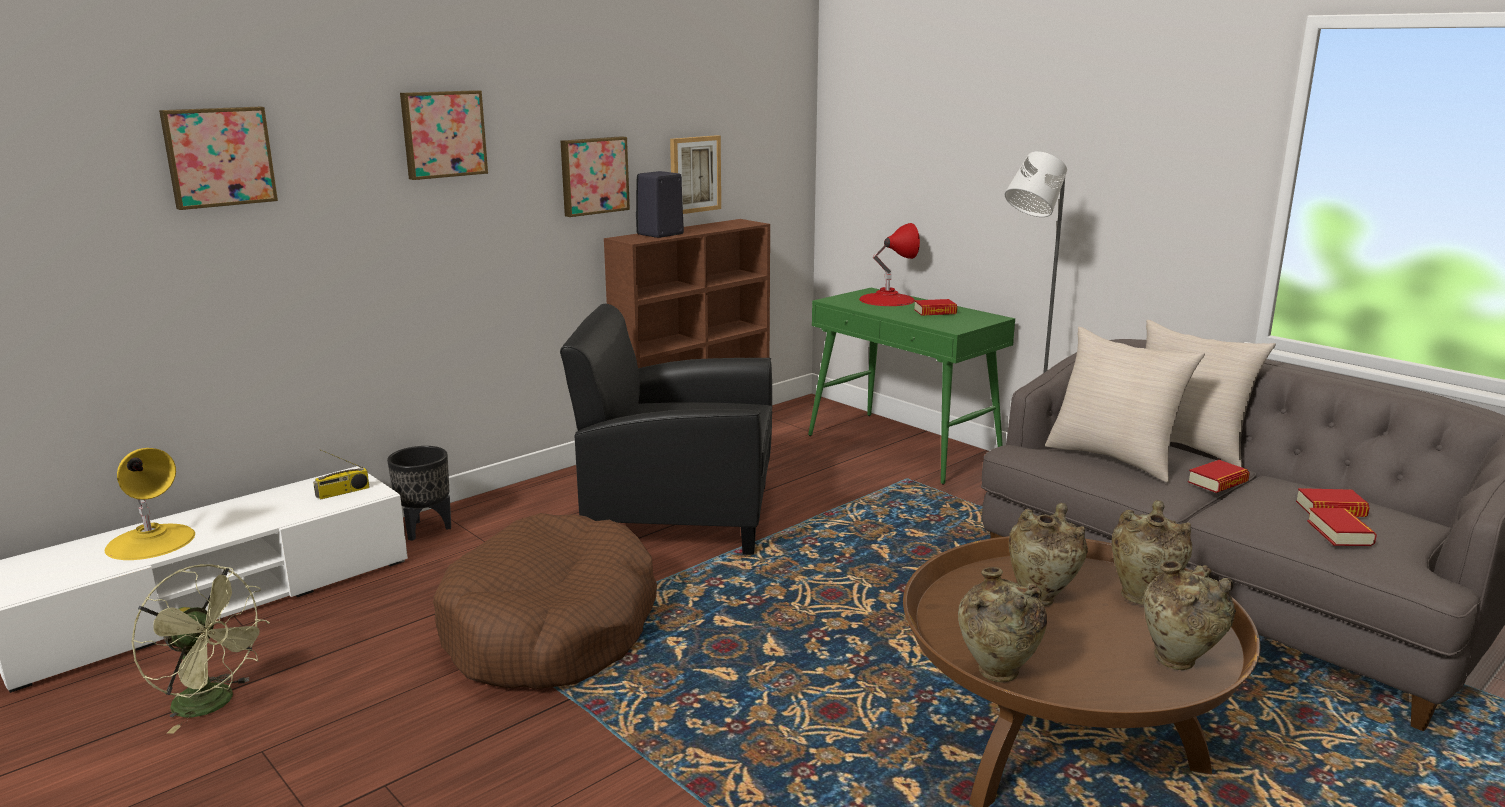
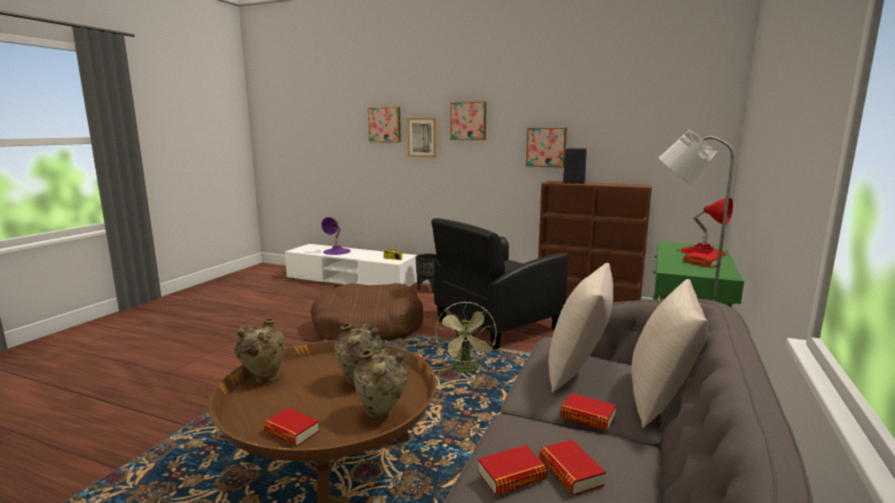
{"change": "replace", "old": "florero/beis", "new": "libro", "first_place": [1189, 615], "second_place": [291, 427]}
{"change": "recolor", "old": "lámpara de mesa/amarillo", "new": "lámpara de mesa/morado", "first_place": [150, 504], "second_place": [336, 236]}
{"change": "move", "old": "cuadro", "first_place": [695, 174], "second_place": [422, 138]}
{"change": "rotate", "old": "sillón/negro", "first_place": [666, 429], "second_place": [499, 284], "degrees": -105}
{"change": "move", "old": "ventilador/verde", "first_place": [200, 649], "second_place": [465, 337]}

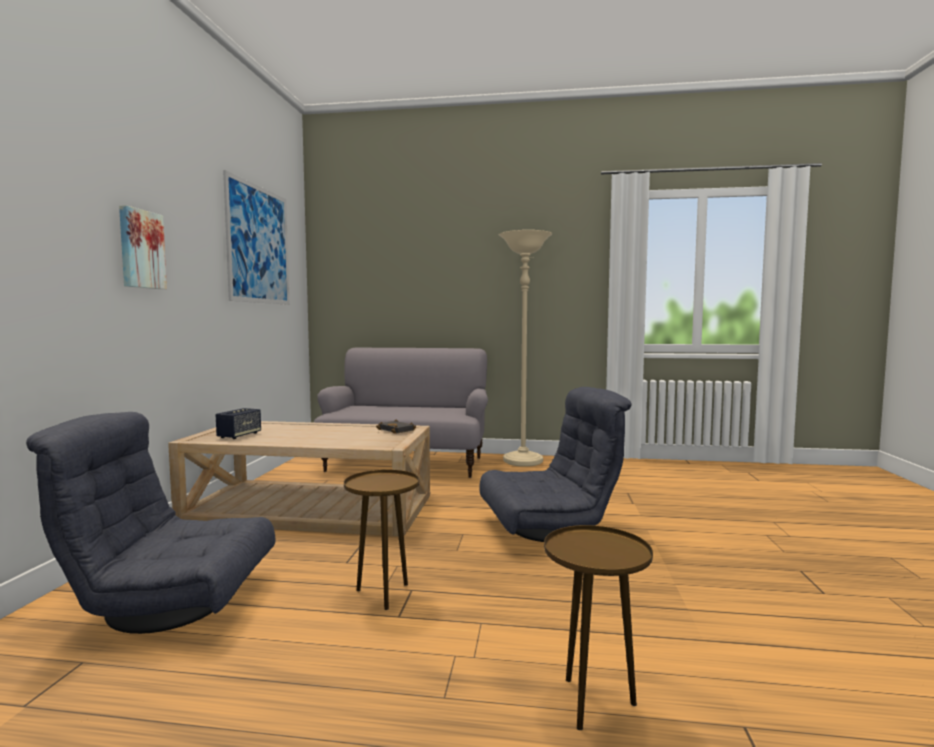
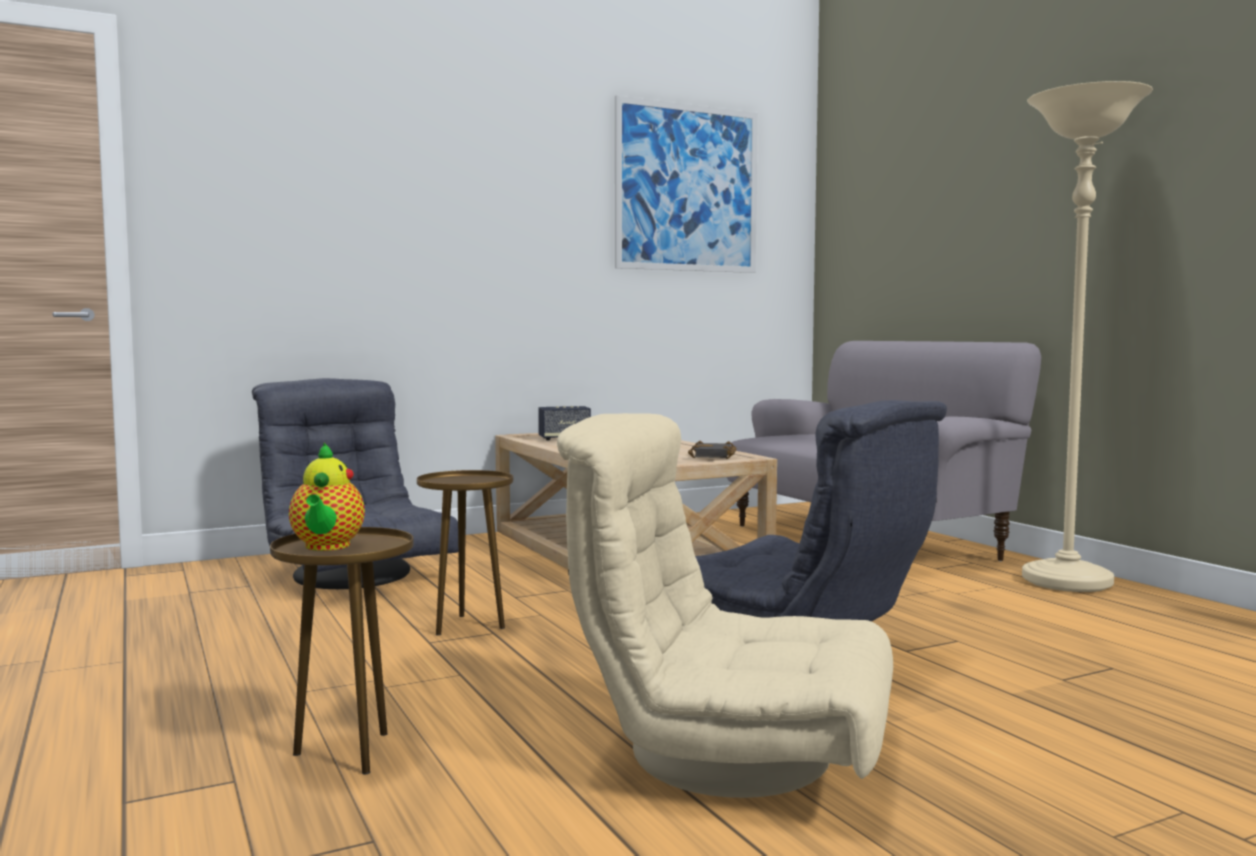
{"change": "insert", "new": "tetera", "second_place": [327, 497]}
{"change": "insert", "new": "sillón/beis", "second_place": [725, 605]}
{"change": "delete", "old": "cuadro", "first_place": [143, 247]}

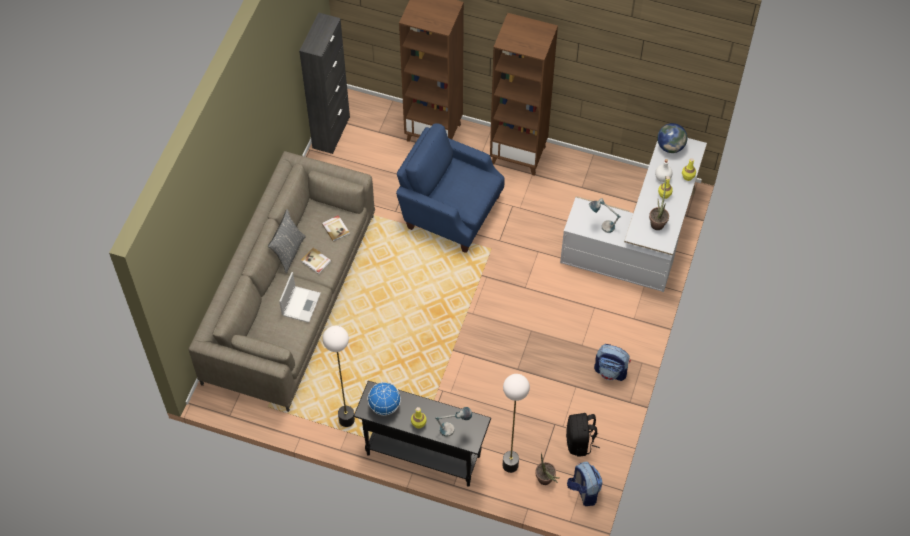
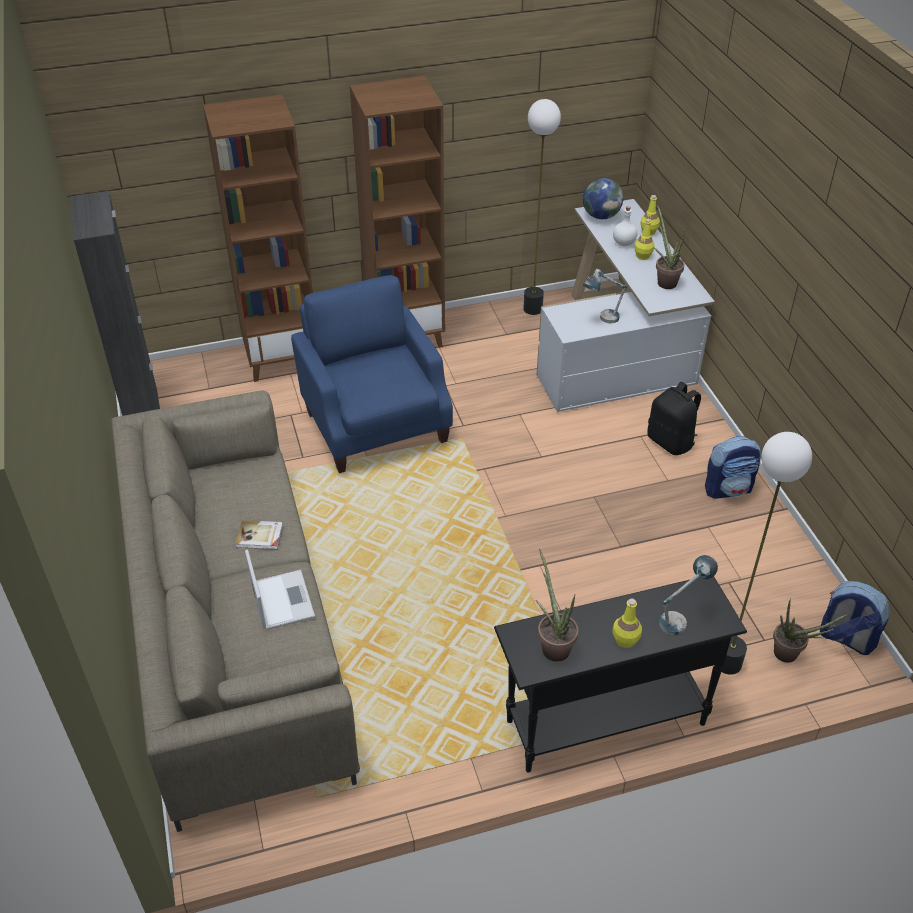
{"change": "rotate", "old": "sillón/azul", "first_place": [450, 188], "second_place": [372, 374], "degrees": 75}
{"change": "move", "old": "lámpara de pie", "first_place": [339, 376], "second_place": [542, 207]}
{"change": "replace", "old": "globo terráqueo", "new": "planta en maceta", "first_place": [384, 398], "second_place": [557, 605]}
{"change": "move", "old": "mochila/negro", "first_place": [583, 435], "second_place": [674, 418]}
{"change": "delete", "old": "cojín/gris", "first_place": [287, 241]}
{"change": "delete", "old": "libro", "first_place": [336, 228]}

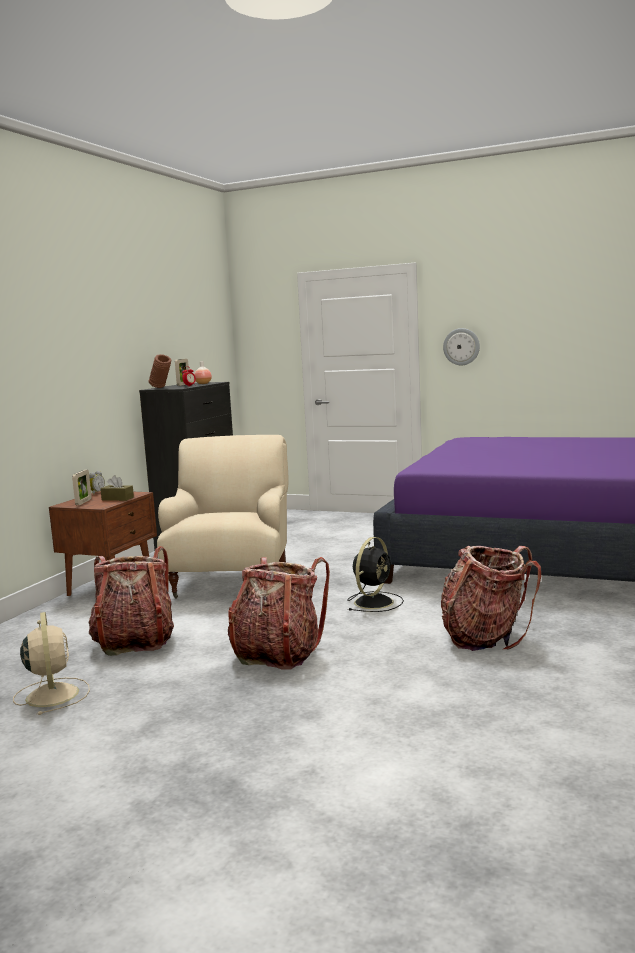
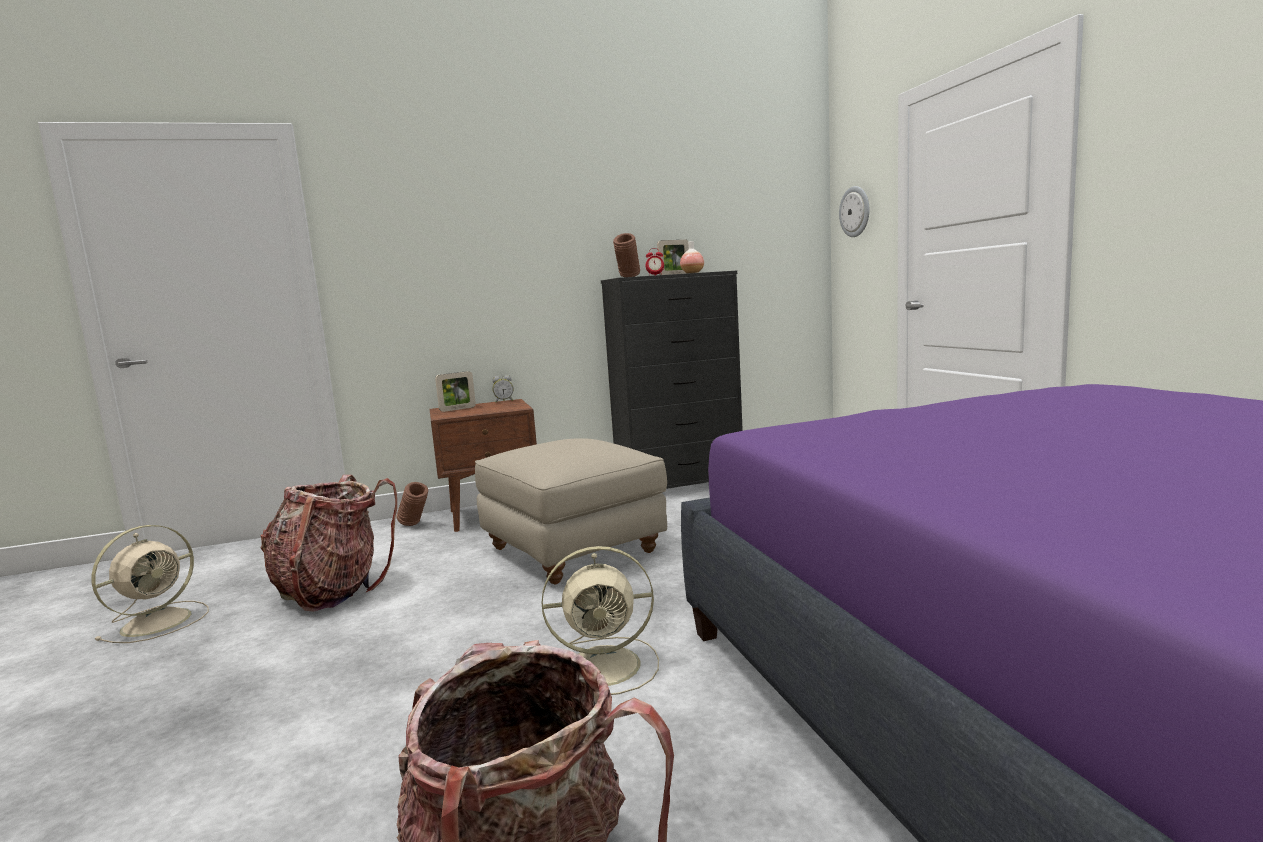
{"change": "insert", "new": "florero/marrón", "second_place": [412, 504]}
{"change": "replace", "old": "sillón/beis", "new": "puf/beis", "first_place": [223, 516], "second_place": [571, 511]}
{"change": "recolor", "old": "ventilador/negro", "new": "ventilador/beis", "first_place": [375, 574], "second_place": [600, 620]}
{"change": "move", "old": "reloj de pared", "first_place": [461, 346], "second_place": [854, 211]}
{"change": "delete", "old": "caja de pañuelos/marrón", "first_place": [117, 488]}
{"change": "delete", "old": "mochila", "first_place": [279, 613]}

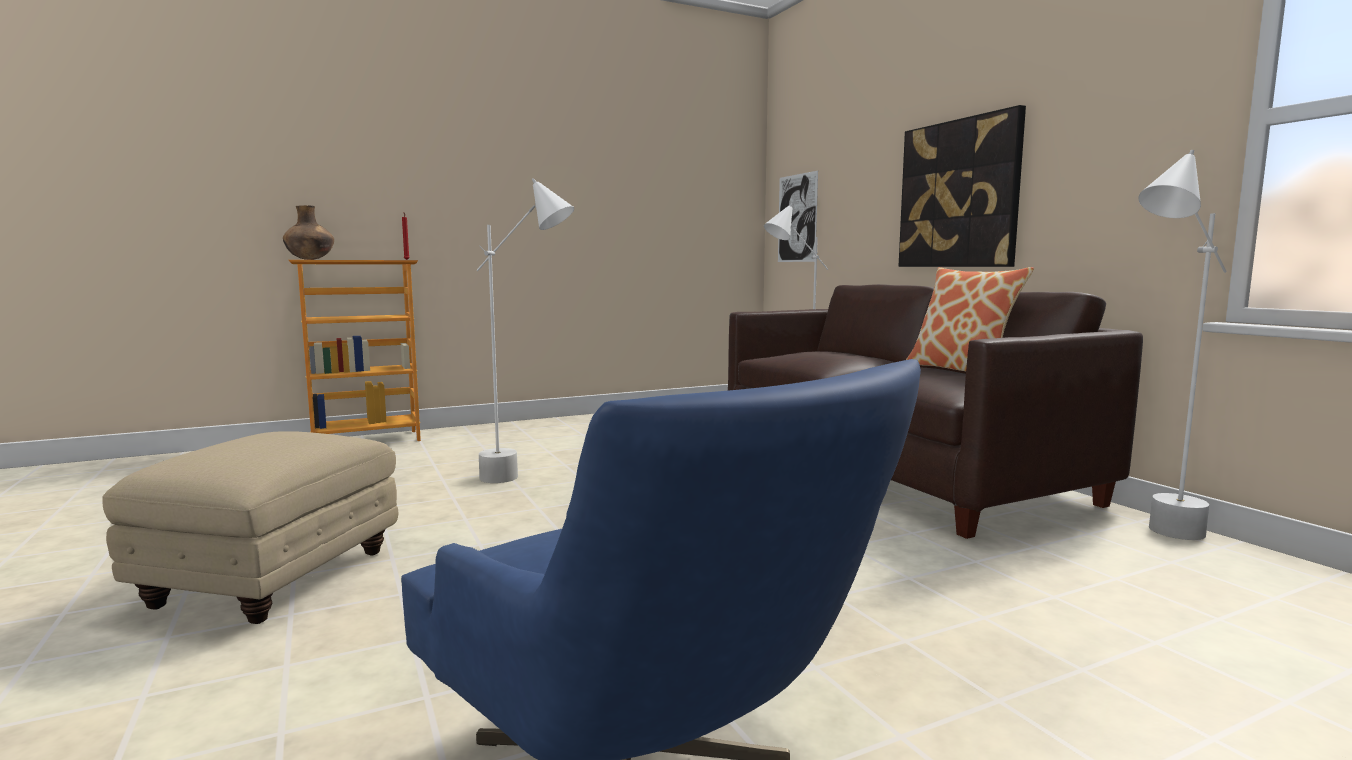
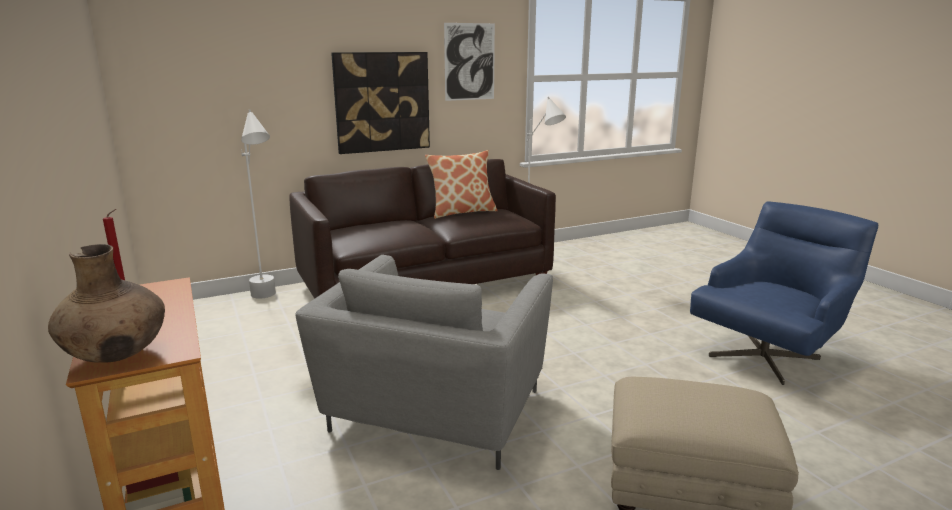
{"change": "replace", "old": "lámpara de pie/blanco", "new": "sillón/gris", "first_place": [525, 330], "second_place": [424, 362]}
{"change": "move", "old": "cuadro", "first_place": [798, 216], "second_place": [469, 62]}

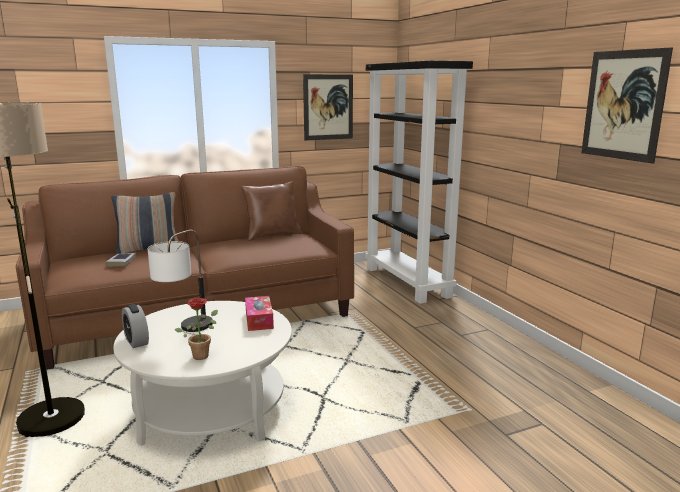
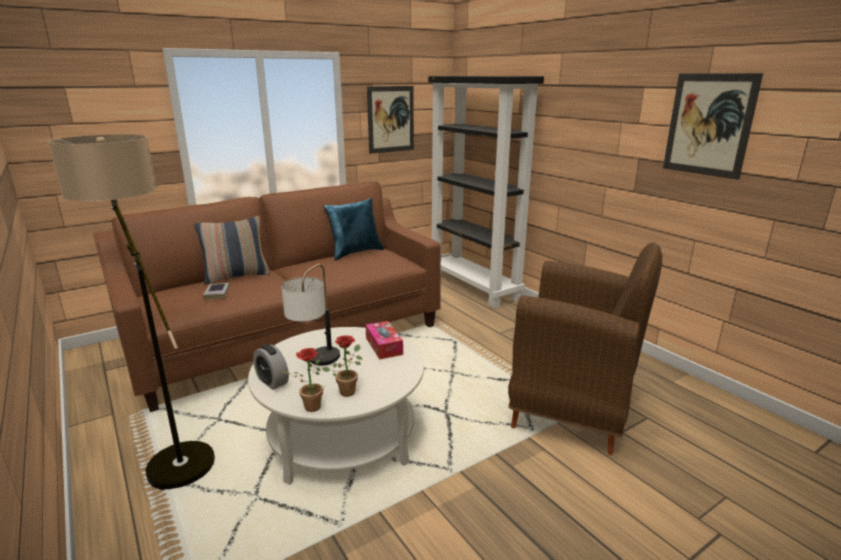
{"change": "insert", "new": "planta en maceta", "second_place": [304, 380]}
{"change": "recolor", "old": "cojín/marrón", "new": "cojín/azul", "first_place": [271, 211], "second_place": [354, 229]}
{"change": "insert", "new": "sillón/marrón", "second_place": [585, 348]}

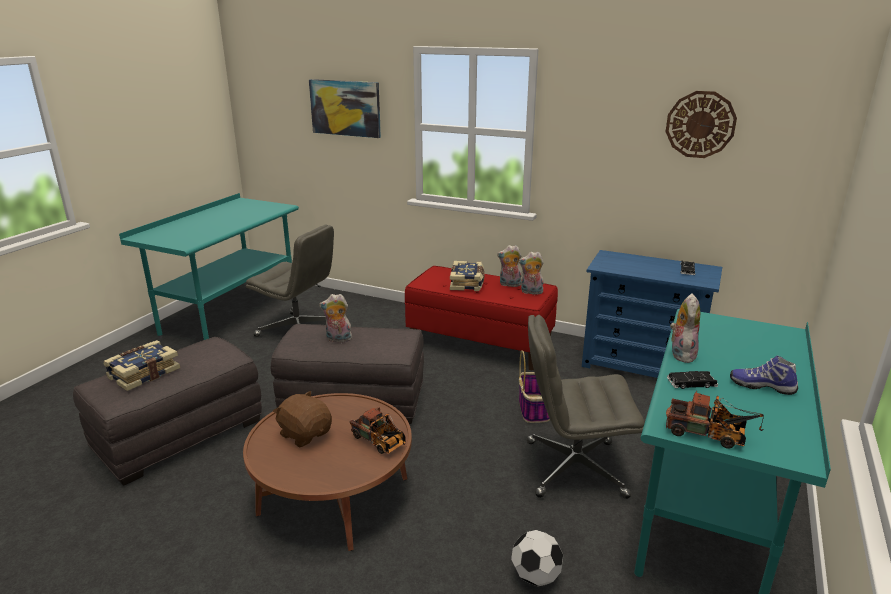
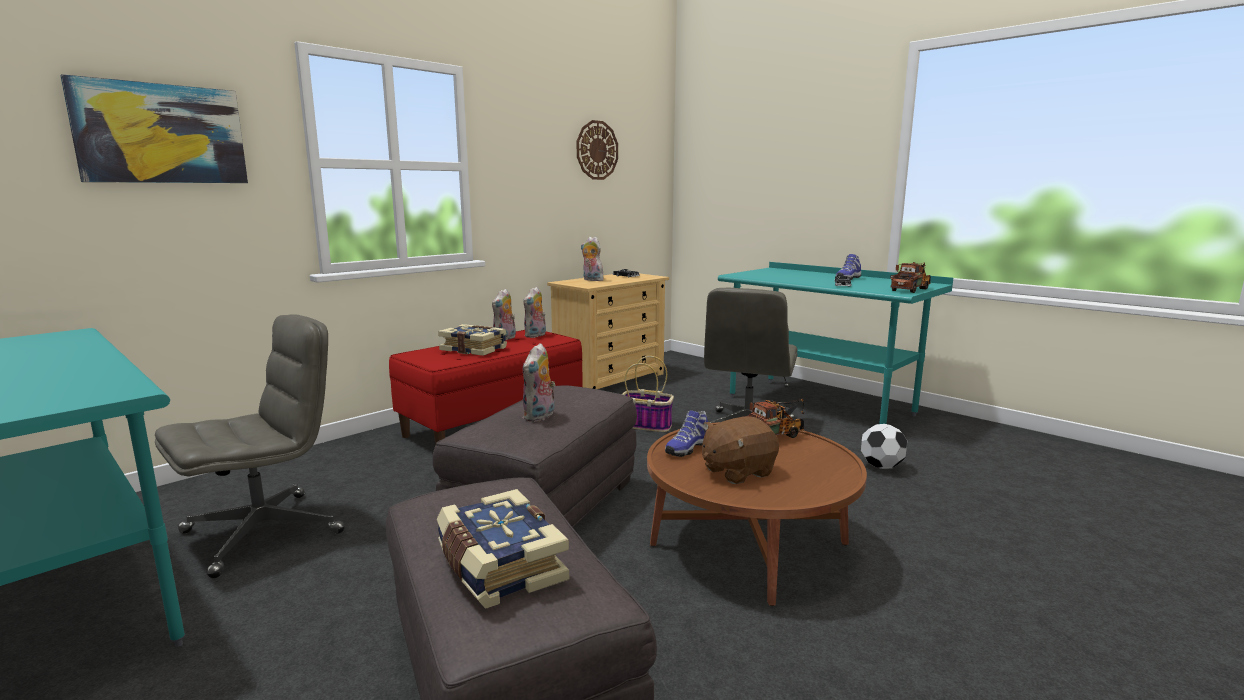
{"change": "recolor", "old": "cómoda/azul", "new": "cómoda/beis", "first_place": [652, 314], "second_place": [608, 331]}
{"change": "move", "old": "peluche", "first_place": [685, 328], "second_place": [592, 259]}
{"change": "insert", "new": "zapato", "second_place": [686, 433]}

